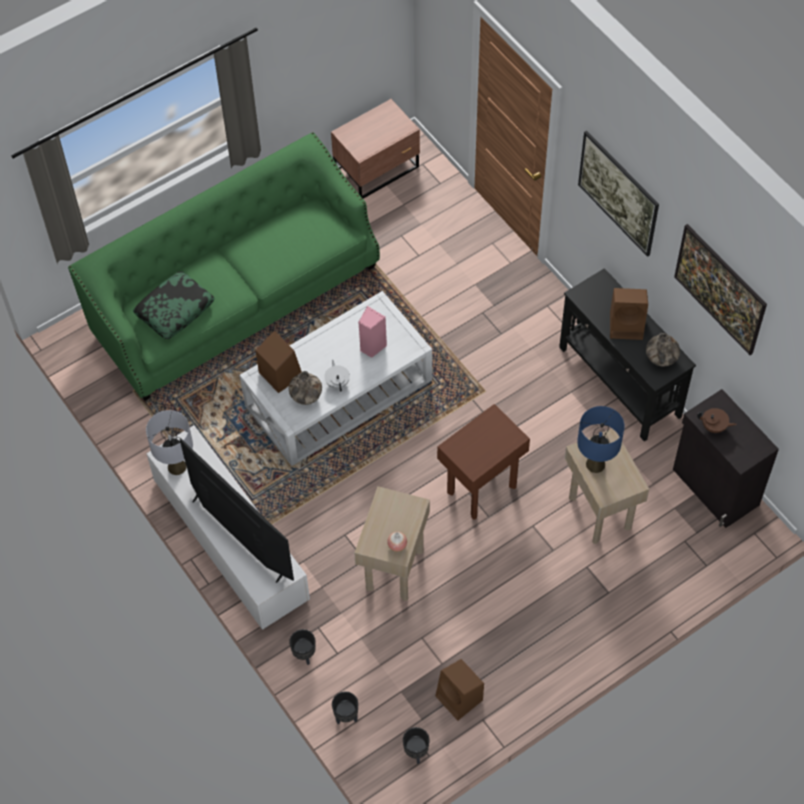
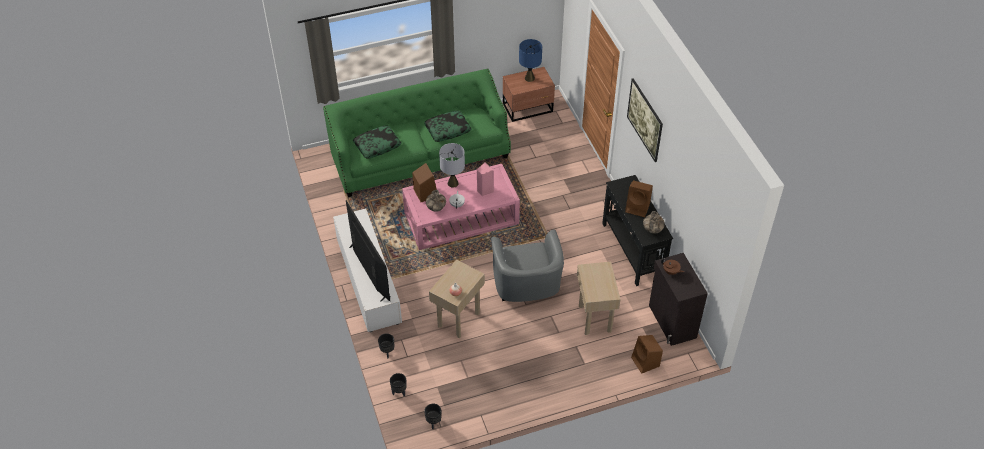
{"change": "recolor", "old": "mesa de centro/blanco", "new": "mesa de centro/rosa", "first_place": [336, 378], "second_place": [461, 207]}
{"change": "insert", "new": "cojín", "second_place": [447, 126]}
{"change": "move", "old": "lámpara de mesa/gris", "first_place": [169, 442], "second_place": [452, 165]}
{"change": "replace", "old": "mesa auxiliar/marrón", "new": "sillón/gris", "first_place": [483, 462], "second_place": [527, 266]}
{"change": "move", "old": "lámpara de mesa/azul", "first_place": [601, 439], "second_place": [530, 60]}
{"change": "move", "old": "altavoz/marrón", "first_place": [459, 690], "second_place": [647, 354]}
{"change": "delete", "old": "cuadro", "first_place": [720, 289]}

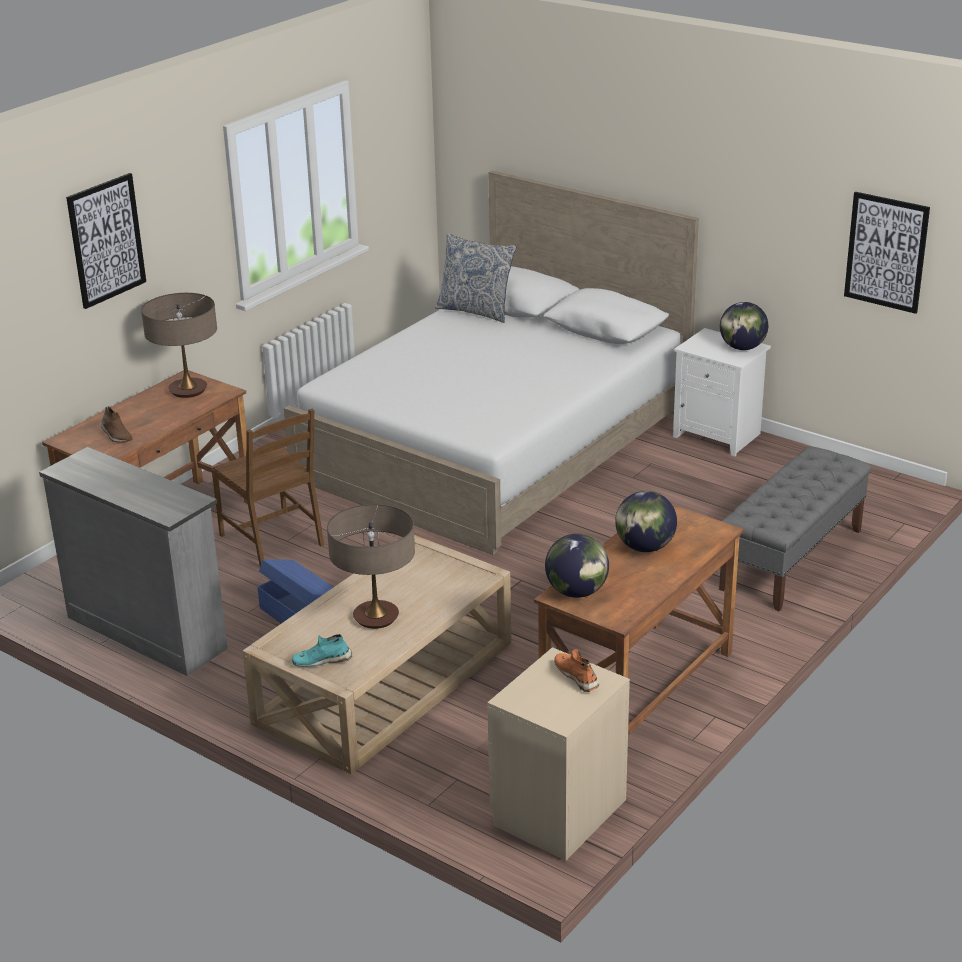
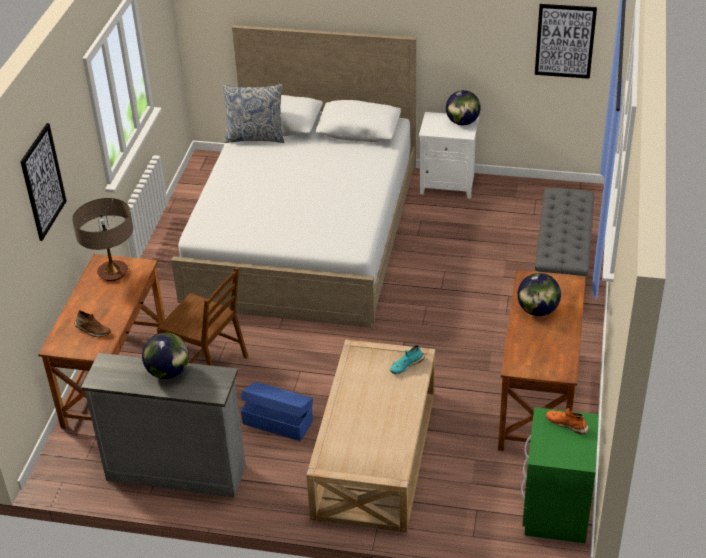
{"change": "move", "old": "globo terráqueo", "first_place": [577, 566], "second_place": [165, 356]}
{"change": "move", "old": "zapato/turquesa", "first_place": [322, 650], "second_place": [407, 359]}
{"change": "recolor", "old": "mesita de noche/beis", "new": "mesita de noche/verde", "first_place": [558, 754], "second_place": [560, 475]}
{"change": "delete", "old": "lámpara de mesa", "first_place": [371, 566]}

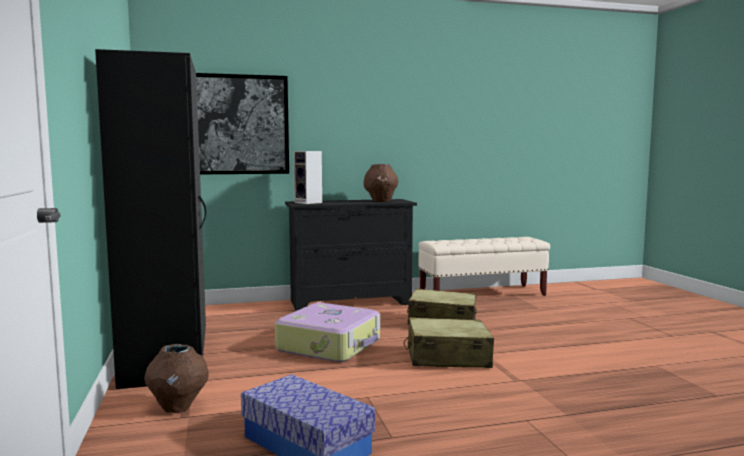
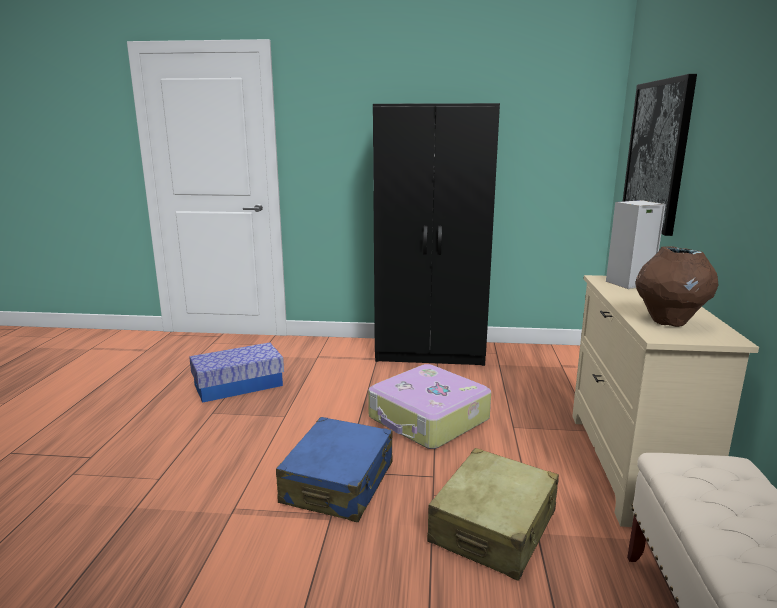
{"change": "recolor", "old": "maleta/beis", "new": "maleta/azul", "first_place": [448, 342], "second_place": [334, 469]}
{"change": "recolor", "old": "cómoda/negro", "new": "cómoda/beis", "first_place": [351, 255], "second_place": [665, 401]}
{"change": "delete", "old": "florero/marrón", "first_place": [176, 378]}

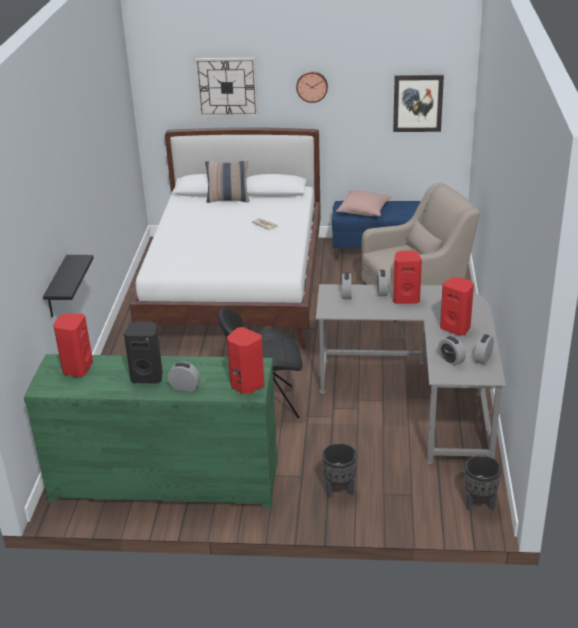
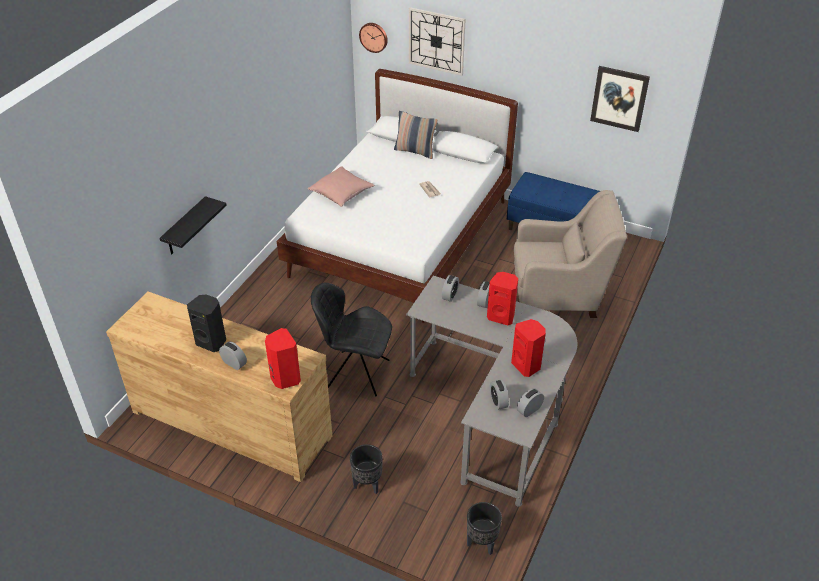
{"change": "recolor", "old": "cómoda/verde", "new": "cómoda/marrón", "first_place": [150, 431], "second_place": [219, 386]}
{"change": "move", "old": "cojín/rosa", "first_place": [364, 203], "second_place": [341, 186]}
{"change": "move", "old": "reloj de pared", "first_place": [312, 87], "second_place": [373, 38]}
{"change": "delete", "old": "altavoz/rojo", "first_place": [73, 345]}

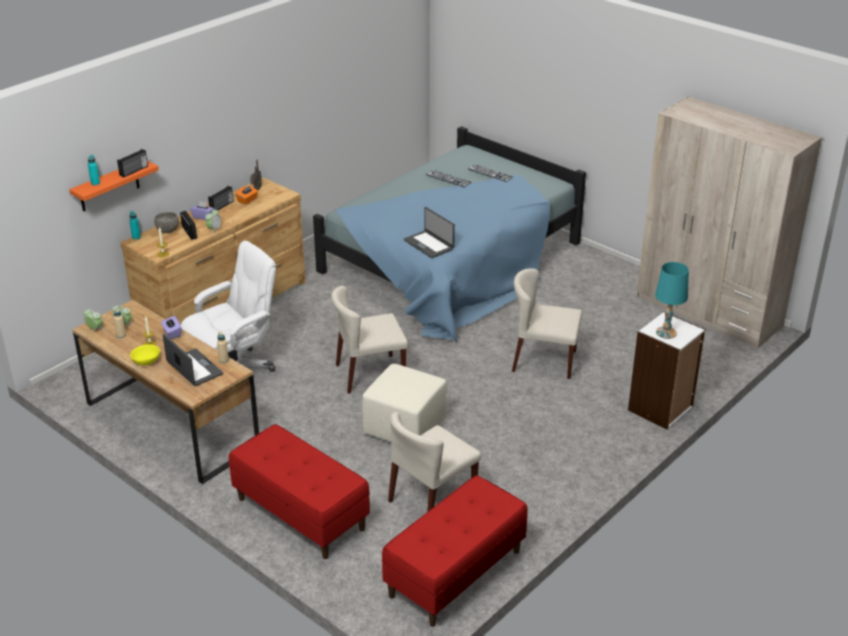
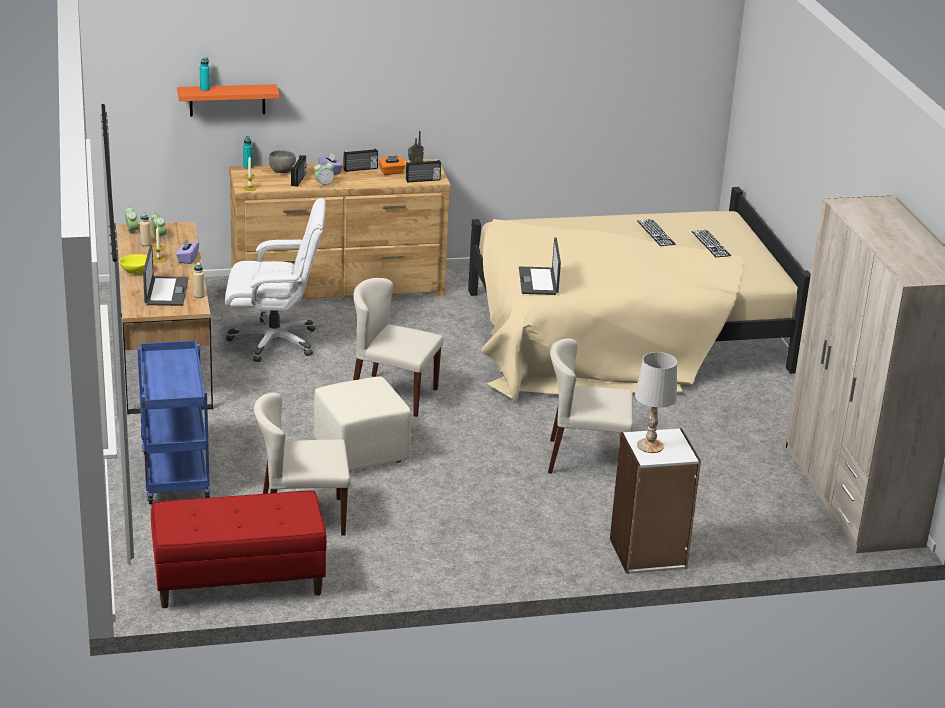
{"change": "replace", "old": "banco/rojo", "new": "carrito/azul", "first_place": [299, 491], "second_place": [173, 422]}
{"change": "move", "old": "radio", "first_place": [132, 163], "second_place": [423, 171]}
{"change": "recolor", "old": "cama/azul", "new": "cama/beis", "first_place": [449, 234], "second_place": [639, 295]}
{"change": "rotate", "old": "silla/beis", "first_place": [547, 323], "second_place": [590, 406], "degrees": -45}
{"change": "recolor", "old": "lámpara de mesa/turquesa", "new": "lámpara de mesa/blanco", "first_place": [672, 300], "second_place": [656, 402]}

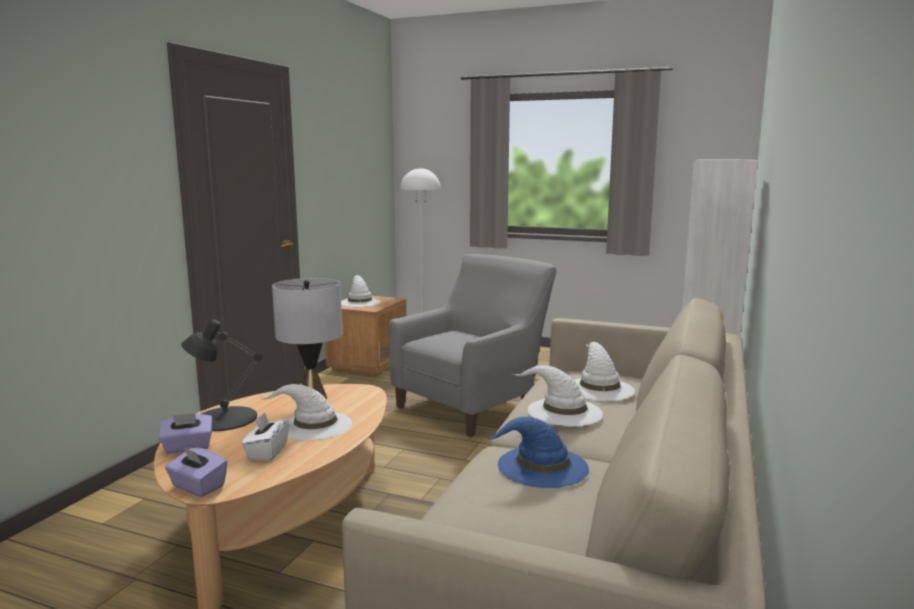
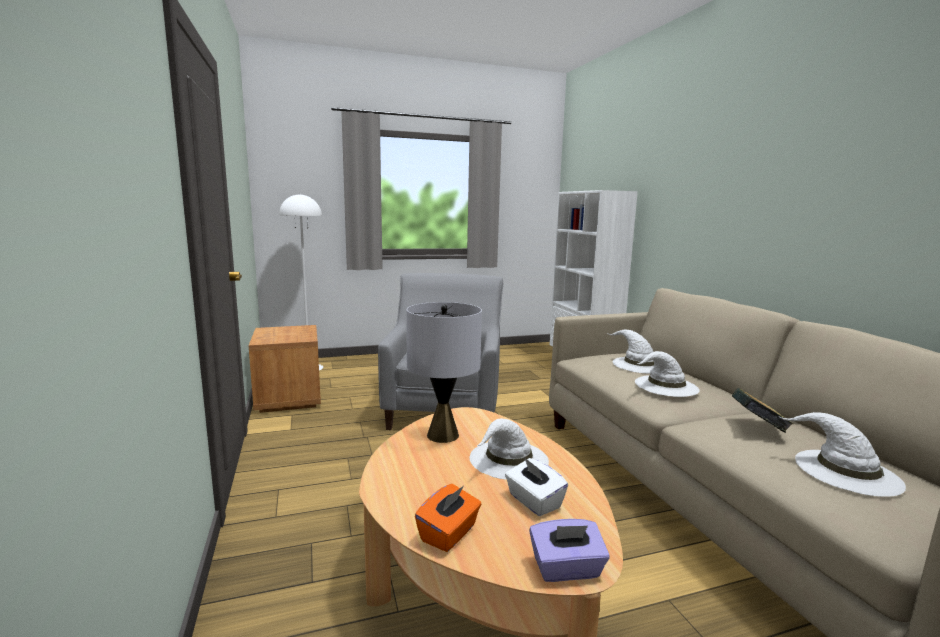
{"change": "recolor", "old": "caja de pañuelos/morado", "new": "caja de pañuelos/naranja", "first_place": [185, 433], "second_place": [448, 518]}
{"change": "replace", "old": "sombrero/azul", "new": "libro", "first_place": [538, 452], "second_place": [762, 410]}
{"change": "move", "old": "sombrero/blanco", "first_place": [361, 291], "second_place": [842, 454]}
{"change": "delete", "old": "lámpara de mesa/negro", "first_place": [222, 375]}

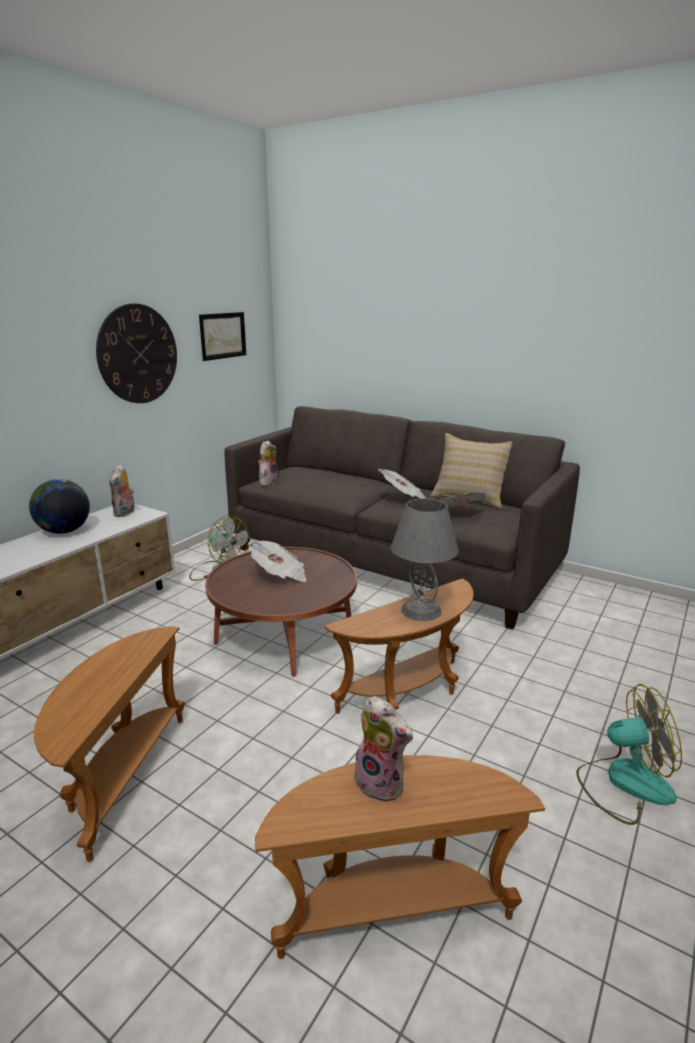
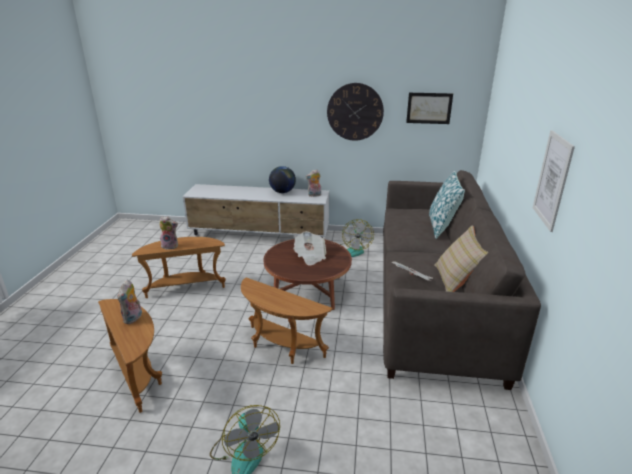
{"change": "move", "old": "peluche", "first_place": [268, 463], "second_place": [168, 233]}
{"change": "insert", "new": "cojín", "second_place": [447, 204]}
{"change": "insert", "new": "cuadro", "second_place": [554, 181]}
{"change": "delete", "old": "periódico", "first_place": [402, 483]}
{"change": "delete", "old": "lámpara de mesa/gris", "first_place": [425, 559]}

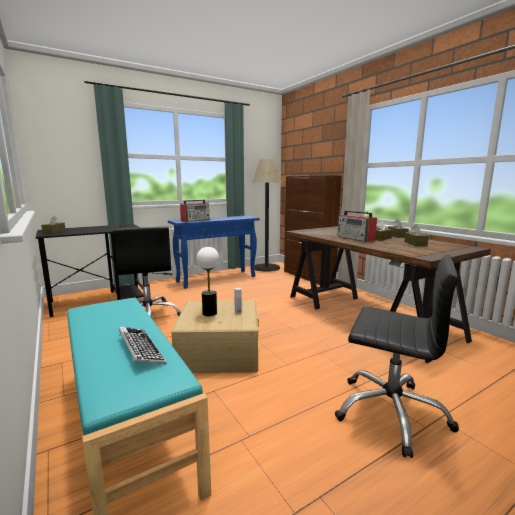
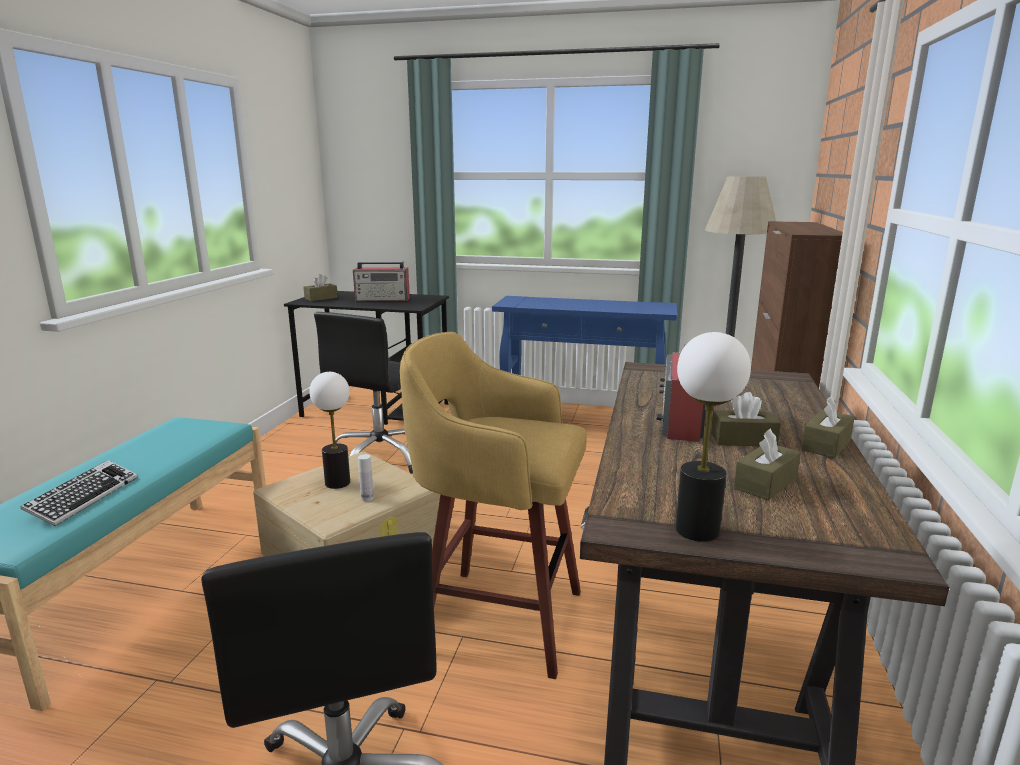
{"change": "move", "old": "radio", "first_place": [194, 211], "second_place": [381, 281]}
{"change": "insert", "new": "taburete/amarillo", "second_place": [493, 505]}
{"change": "insert", "new": "lámpara de mesa", "second_place": [713, 437]}

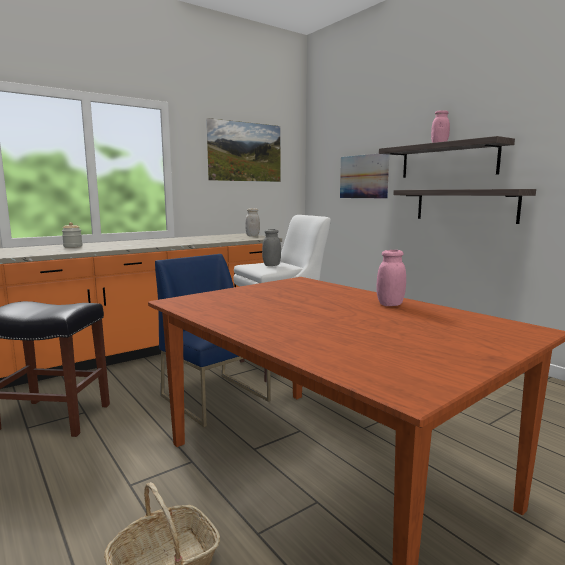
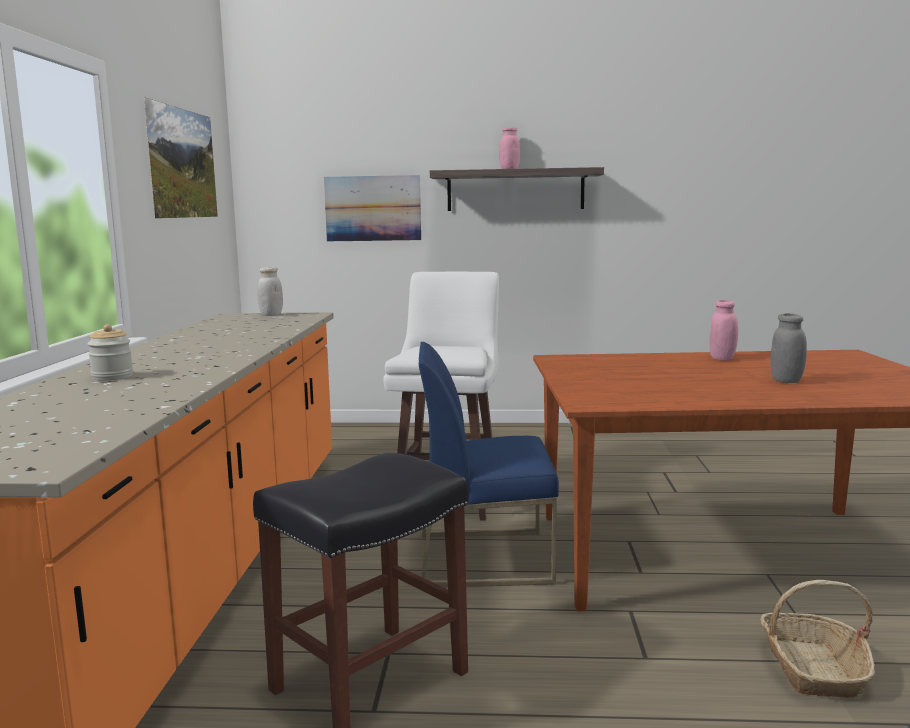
{"change": "move", "old": "tarro/gris", "first_place": [271, 247], "second_place": [788, 348]}
{"change": "delete", "old": "estante", "first_place": [464, 206]}

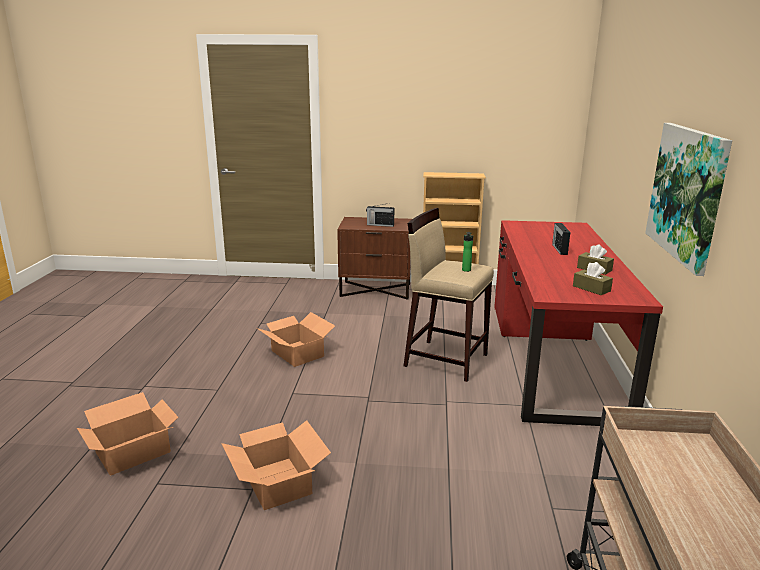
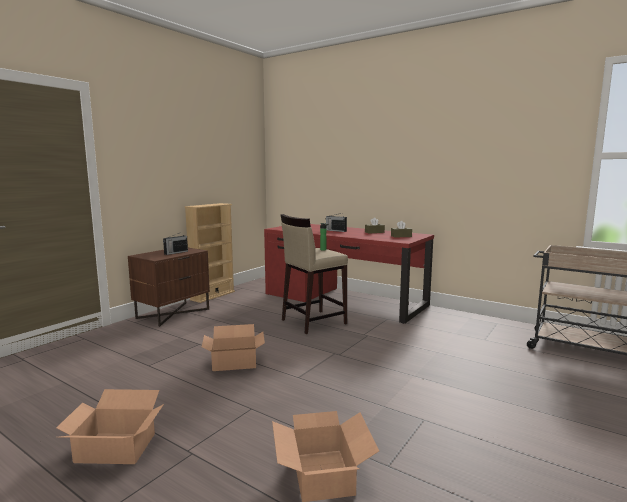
{"change": "move", "old": "caja de cartón", "first_place": [276, 465], "second_place": [110, 426]}
{"change": "delete", "old": "cuadro", "first_place": [688, 199]}

